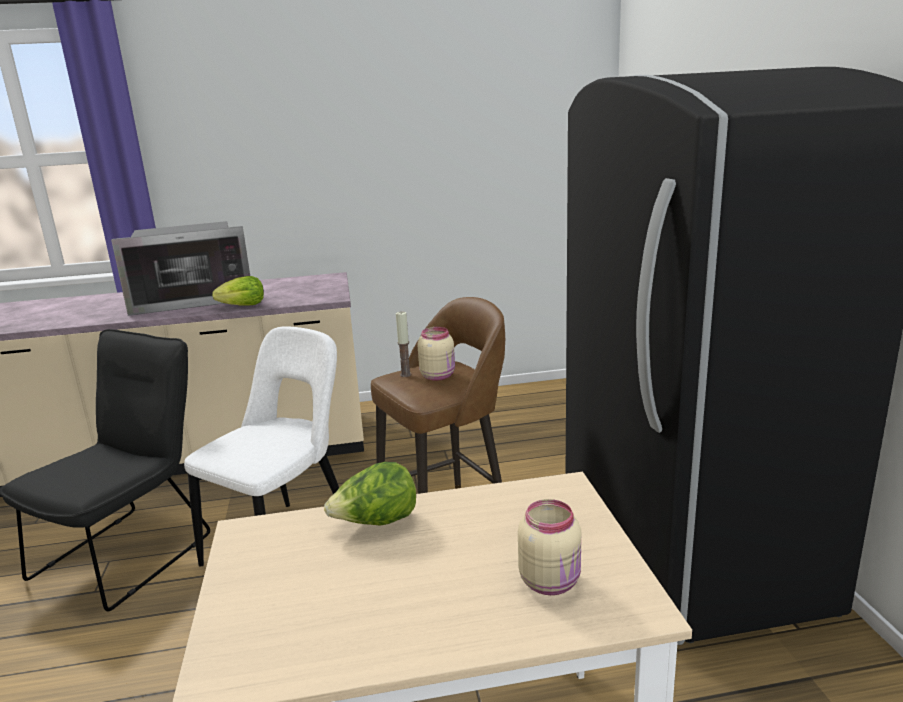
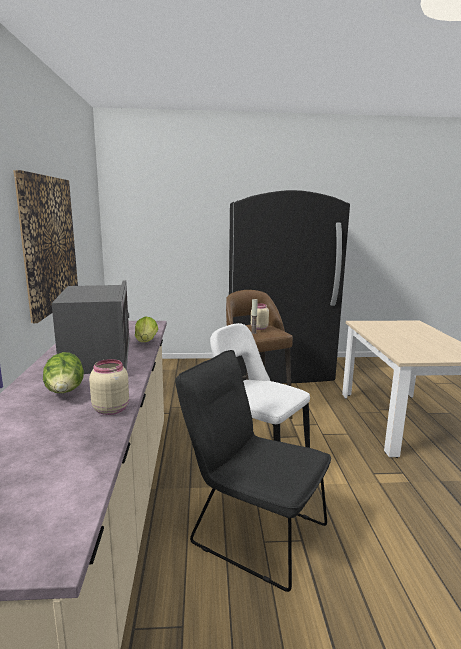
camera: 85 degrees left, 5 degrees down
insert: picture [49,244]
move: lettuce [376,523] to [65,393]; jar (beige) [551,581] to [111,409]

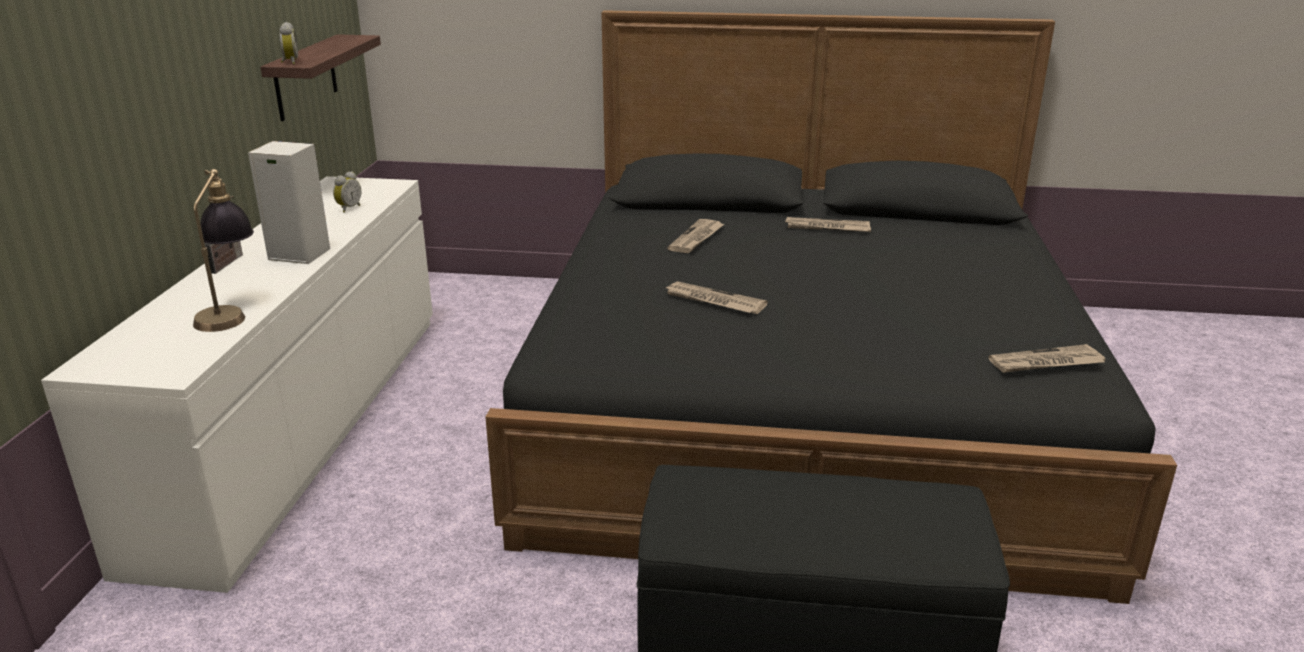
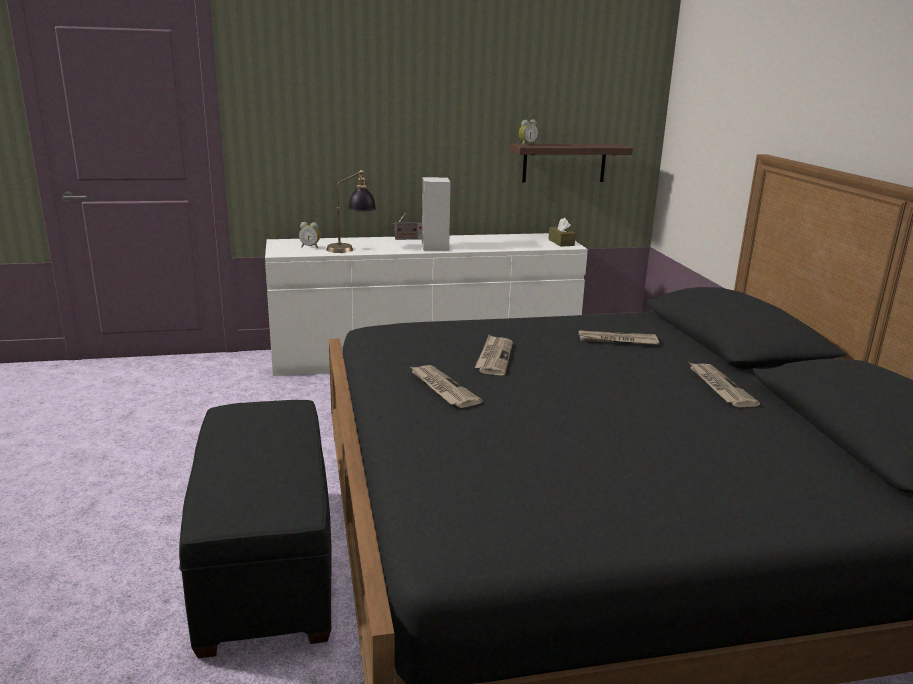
camera: 70 degrees right, 5 degrees down
insert: tissue box (brown) [561,242]
move: alarm clock [348,208] to [310,247]; newspaper [1046,363] to [442,388]

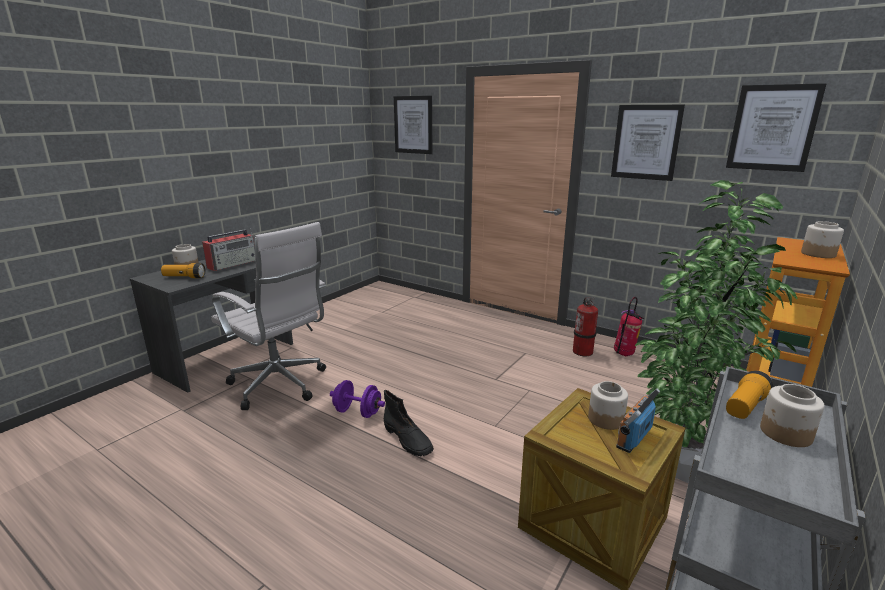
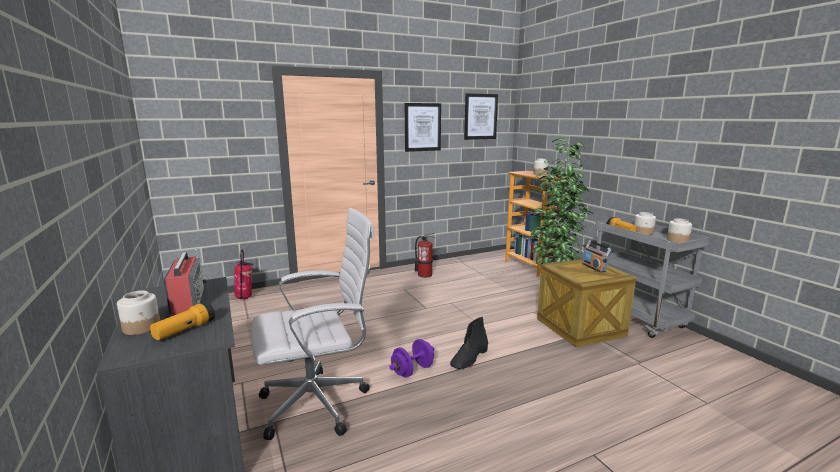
camera: 60 degrees left, 5 degrees down
delete: picture [413,125]
move: jar [605,419] to [677,240]; fire extinguisher [624,354] to [245,298]
rotate: boot (black) [408,439] = [469,358] 135 degrees clockwise

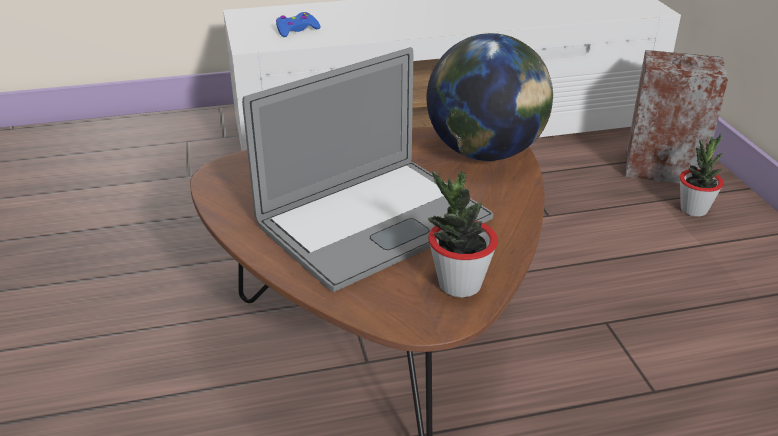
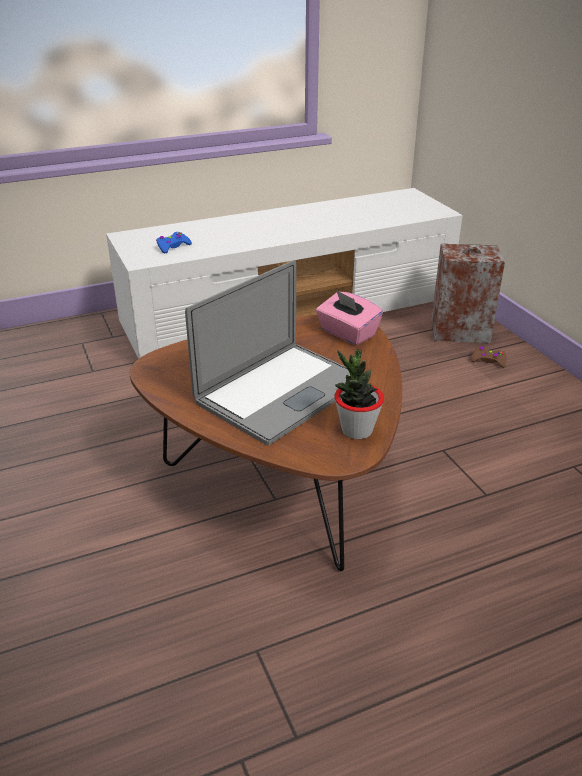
camera: 10 degrees left, 0 degrees up
replace: globe [485,154] to tissue box (pink) [347,333]; potted plant [694,209] to game controller (brown) [488,361]

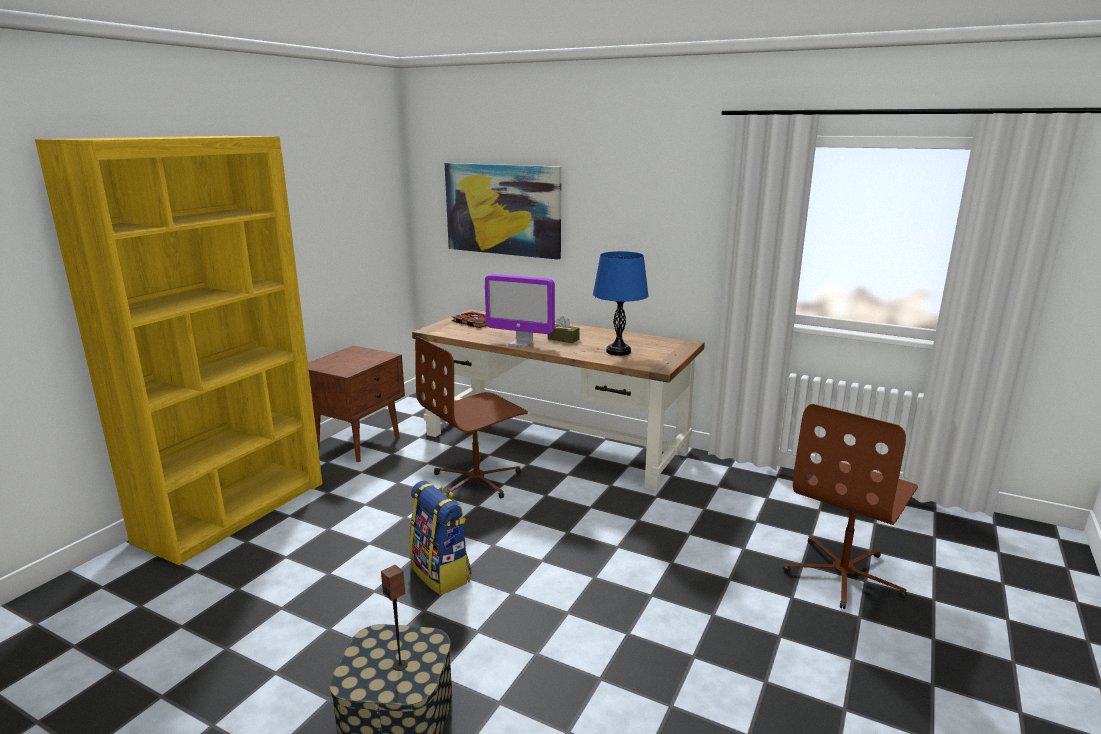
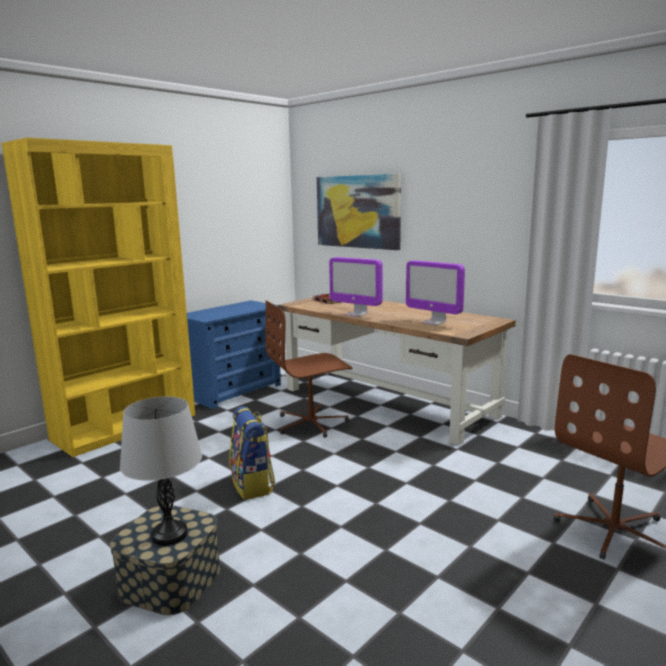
camera: 15 degrees right, 5 degrees down
delete: tissue box (brown) [563,339]
replace: nightstand (brown) [359,443] to dresser (blue) [235,391]; speaker [400,665] to table lamp (grey) [169,535]; table lamp (blue) [618,351] to monitor [434,322]

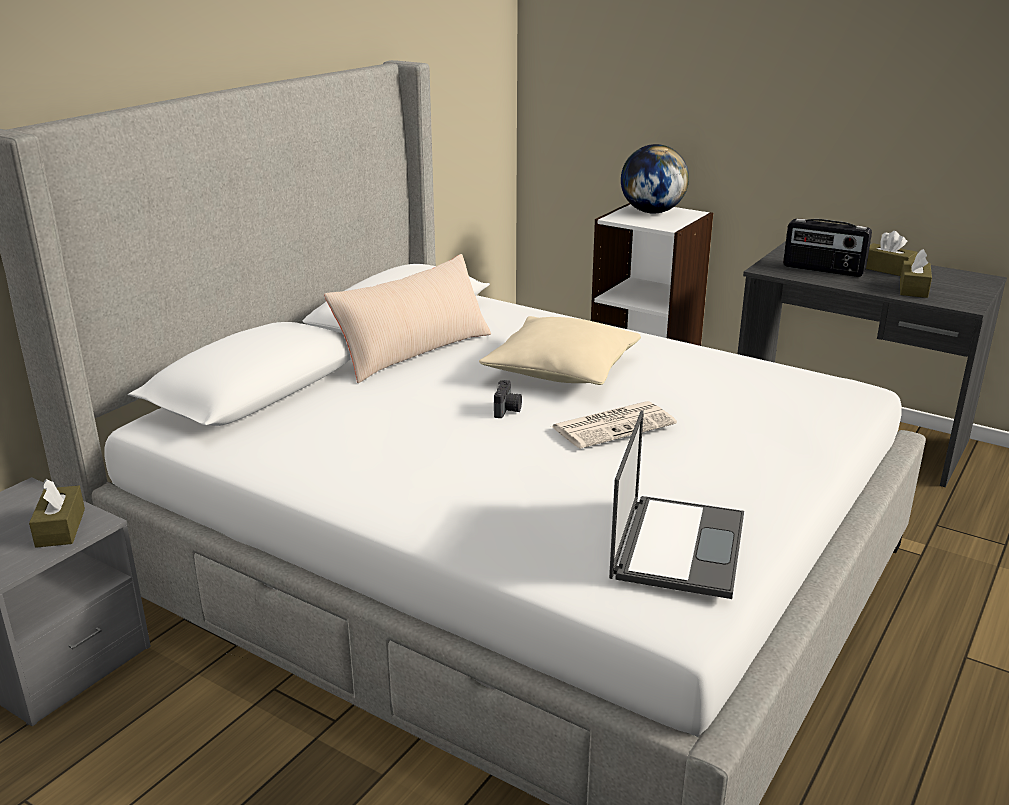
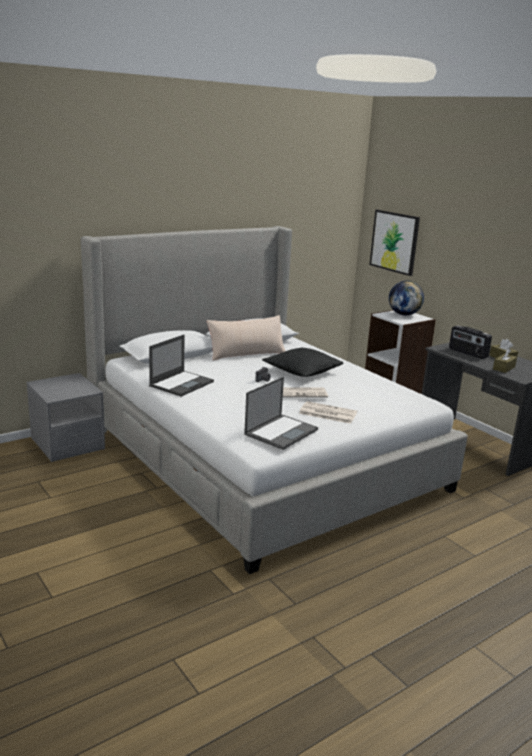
camera: 20 degrees right, 5 degrees down
delete: tissue box (brown) [60,528]
insert: laptop [182,383]; newspaper [327,413]; picture [394,242]
recolor: pillow (beige) [562,370] to pillow (black) [302,371]

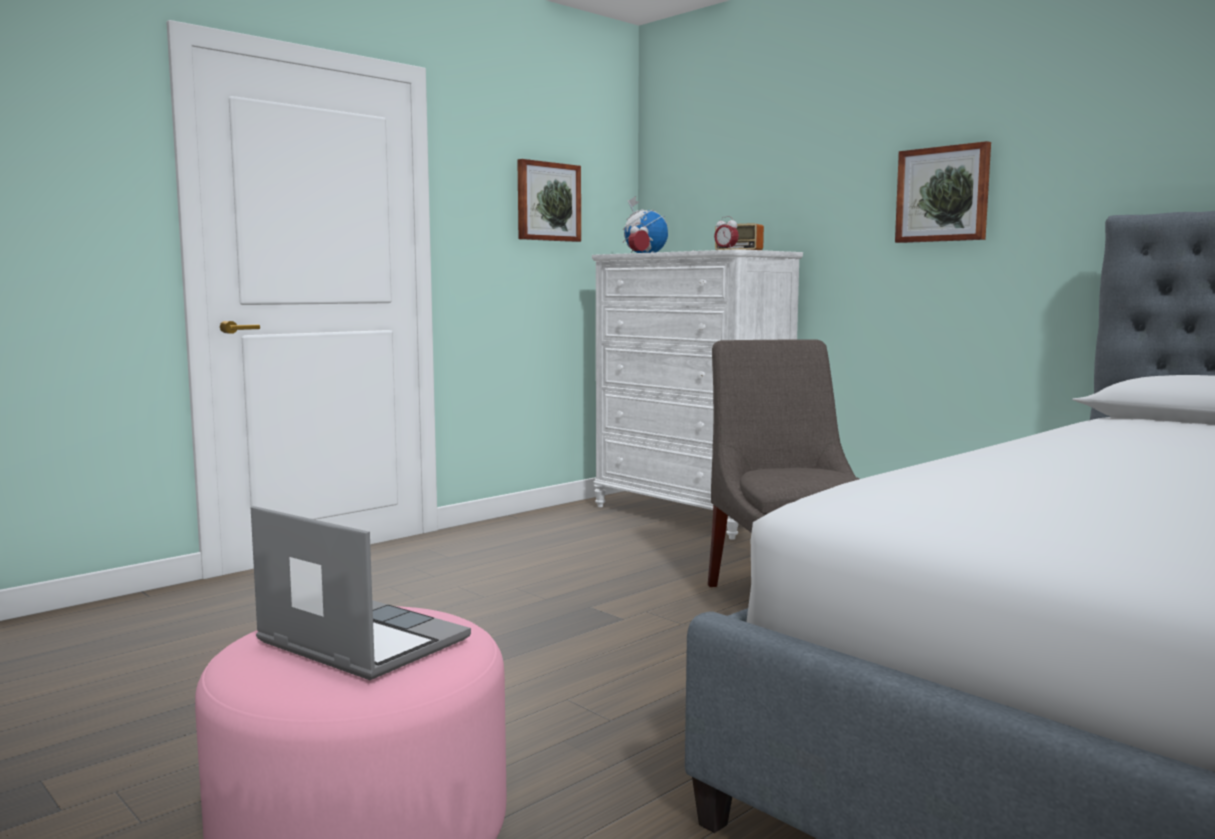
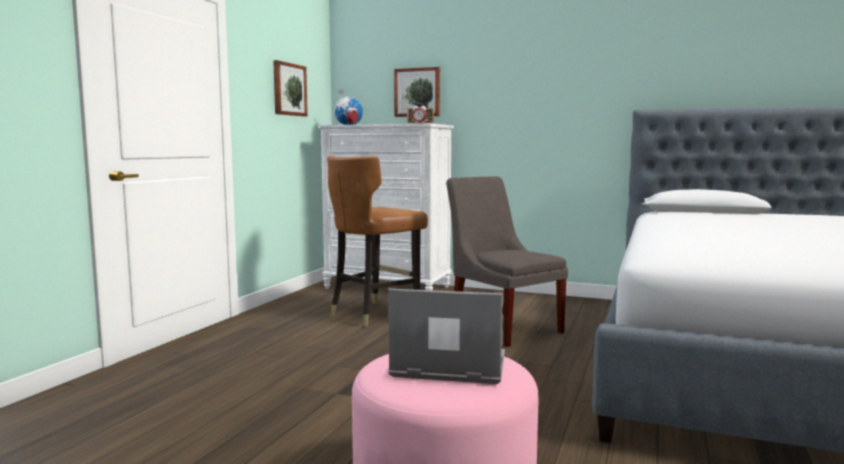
camera: 25 degrees left, 0 degrees up
insert: chair (brown) [374,314]
move: picture [943,194] to [417,92]

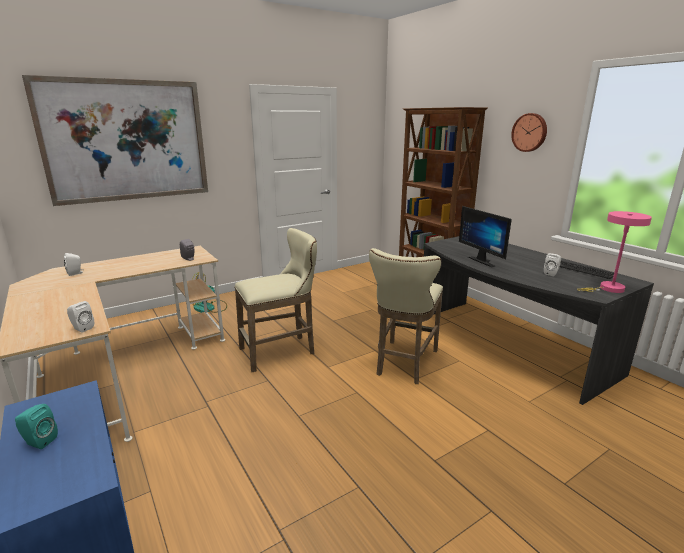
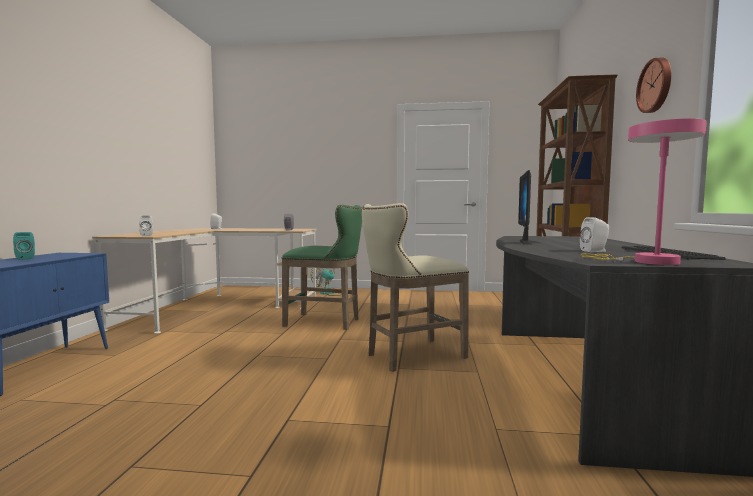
camera: 40 degrees right, 15 degrees down
delete: picture [126,141]
recolor: stool (beige) [281,351] to stool (green) [326,322]

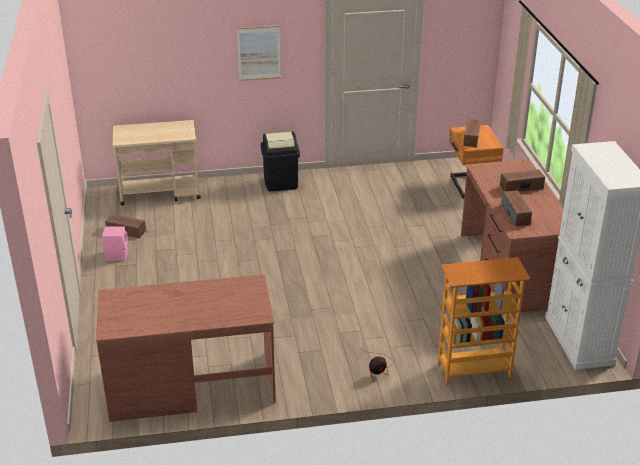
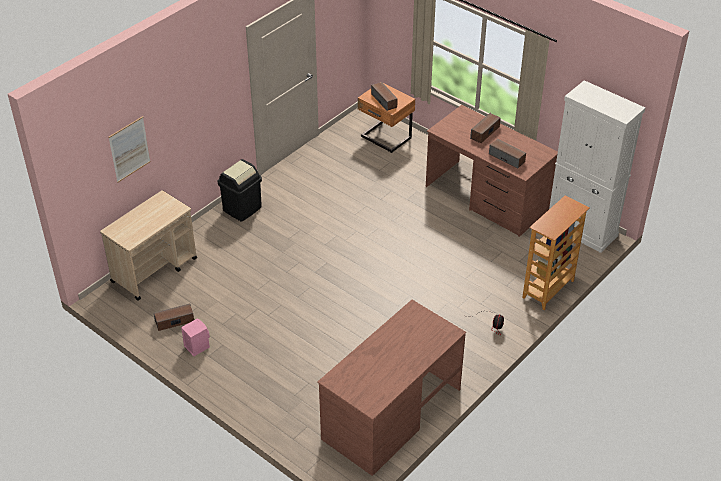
camera: 40 degrees left, 10 degrees up
move: picture [259,53] to [129,149]

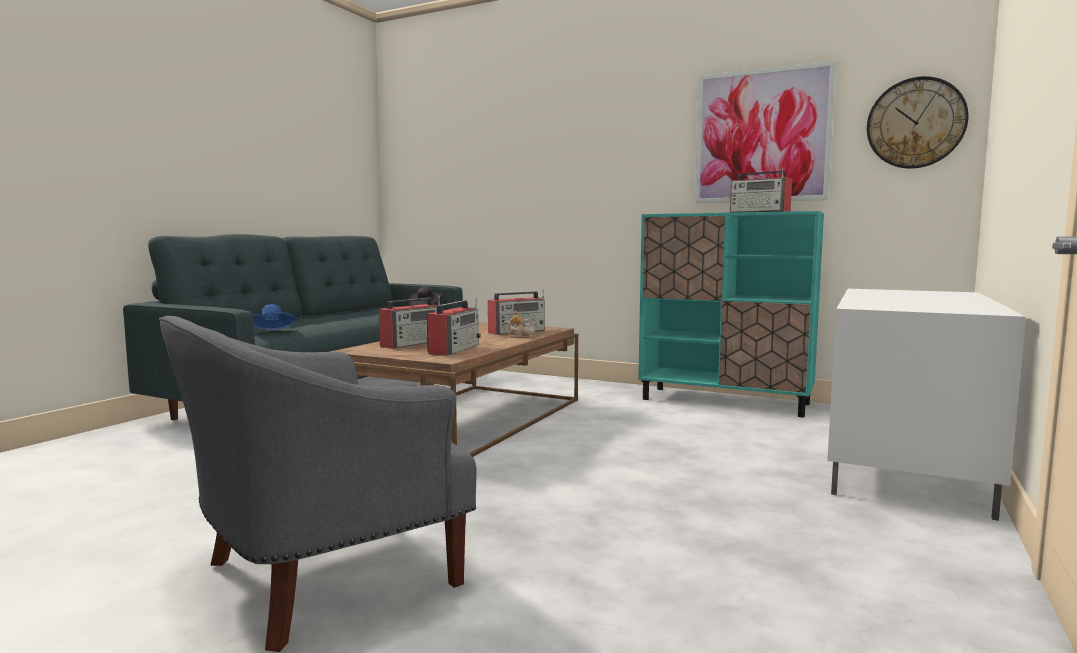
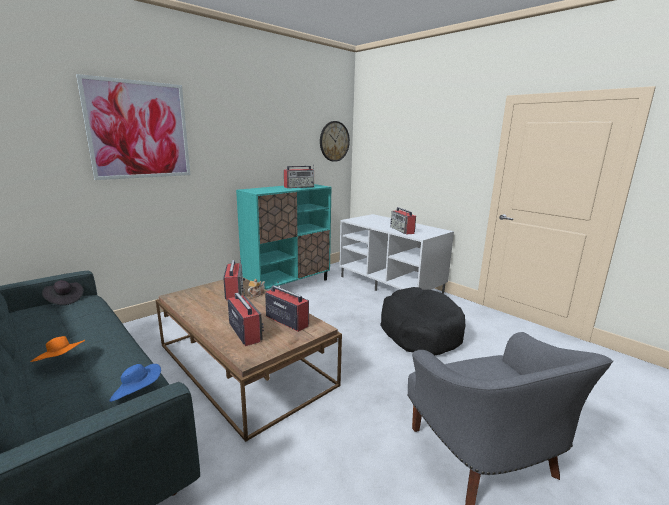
camera: 70 degrees left, 10 degrees up
insert: hat (orange) [62,361]; dog bed (black) [420,331]; radio [402,230]
move: picture [761,136] to [139,130]

